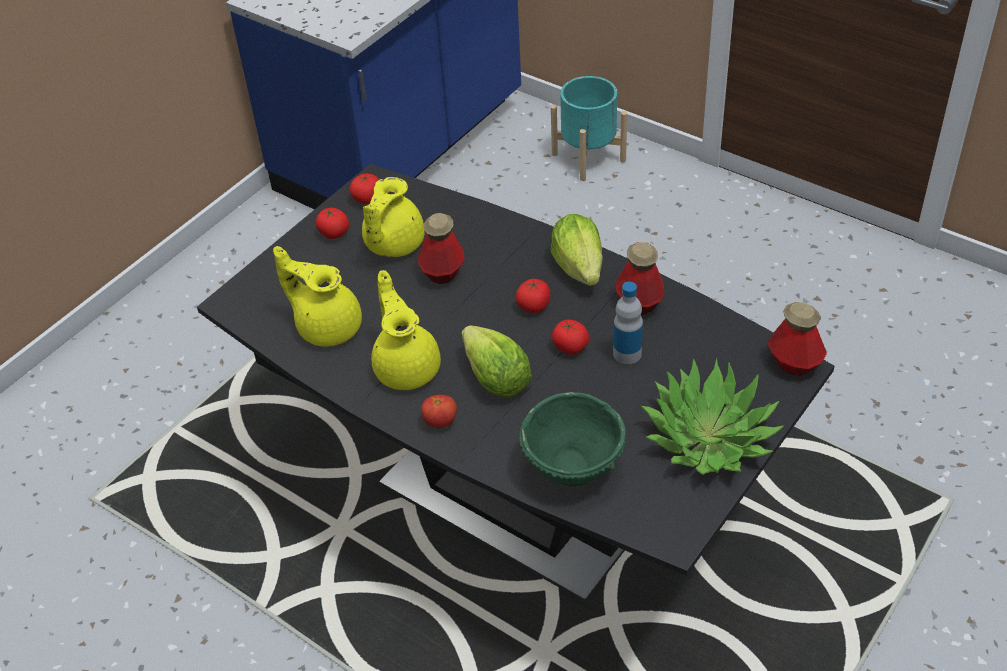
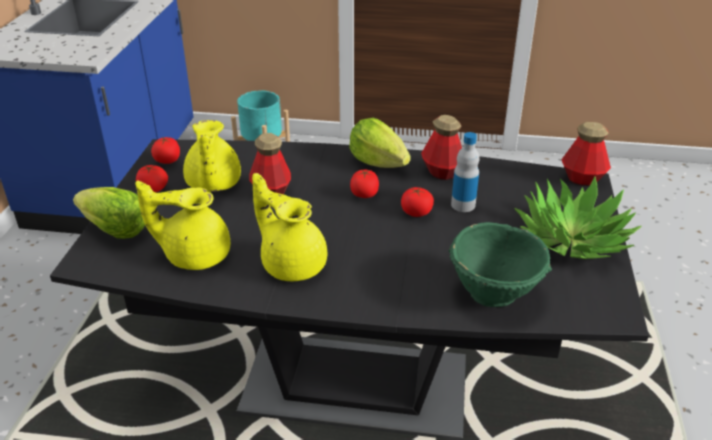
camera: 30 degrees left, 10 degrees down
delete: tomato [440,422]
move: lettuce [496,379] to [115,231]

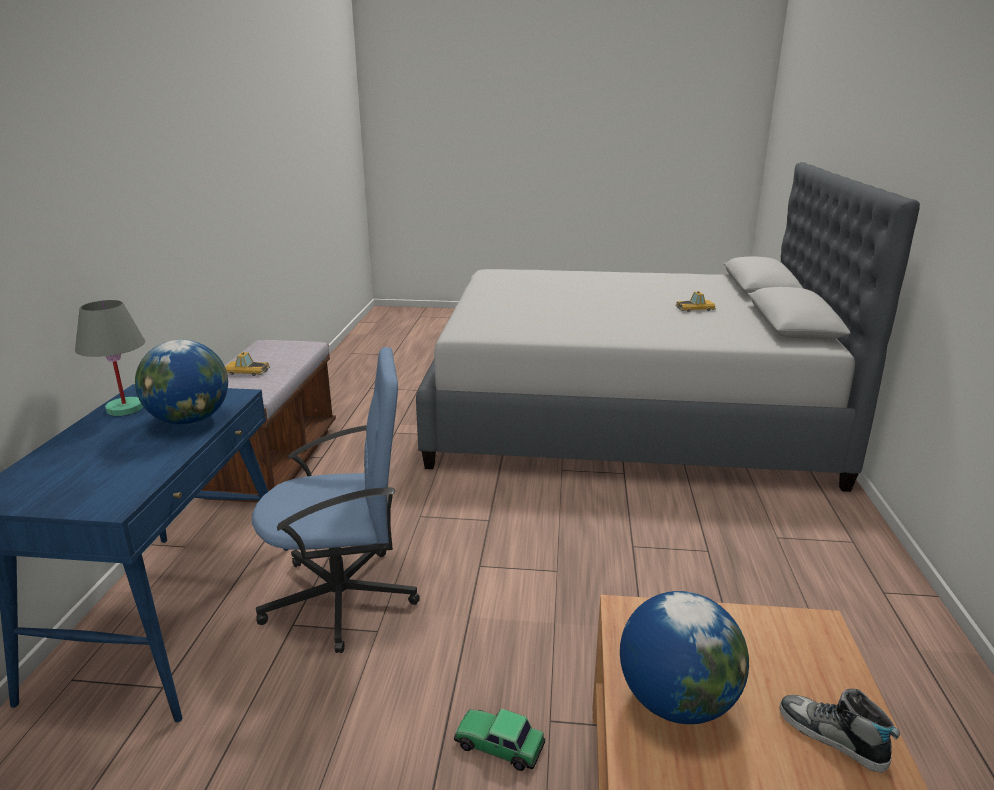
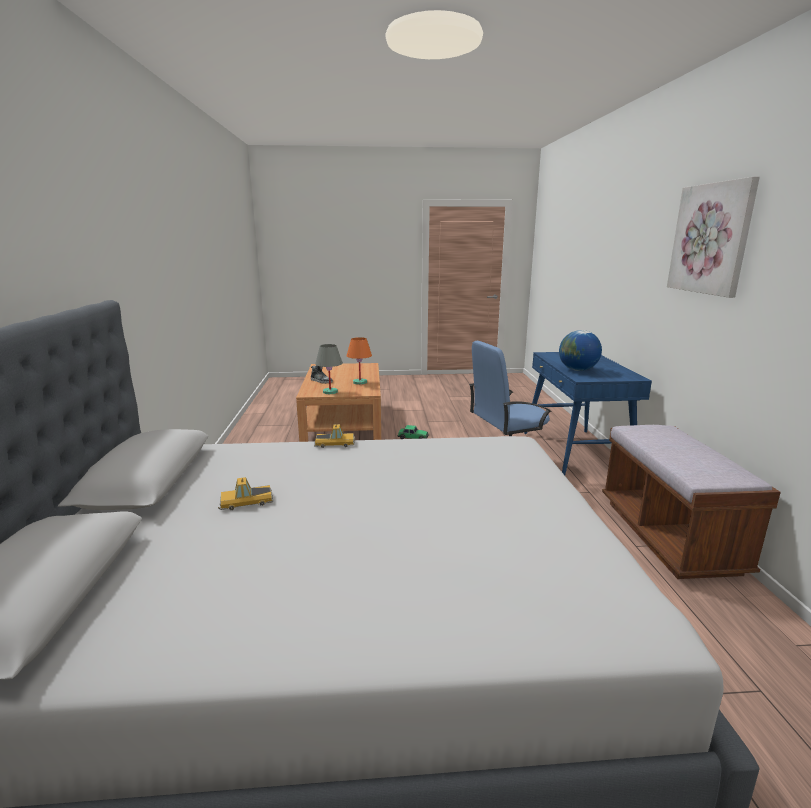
camera: 170 degrees right, 5 degrees down
insert: picture [711,239]
move: table lamp (grey) [124,408] to [330,392]; toy car [246,371] to [335,443]
replace: globe [676,701] to table lamp (orange) [359,382]

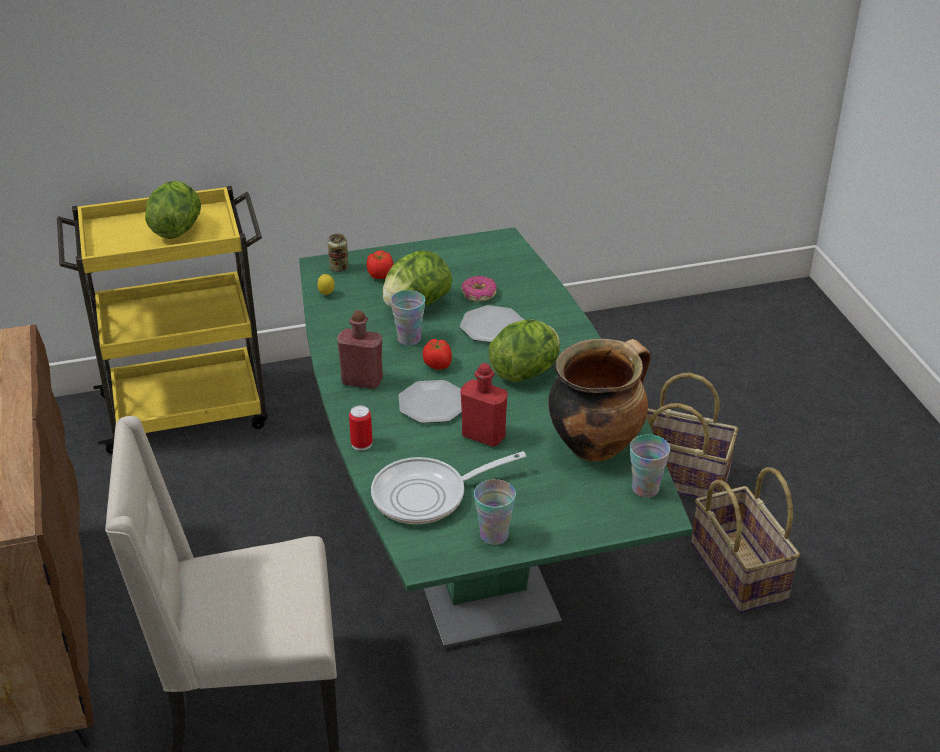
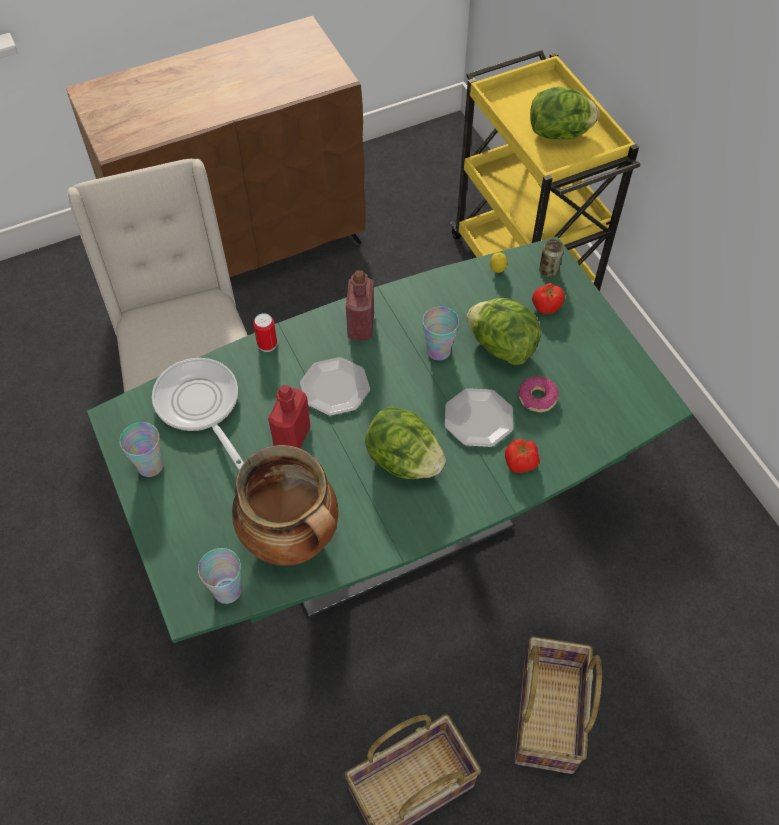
camera: 80 degrees right, 20 degrees up
move: tomato [437,364] to [521,463]

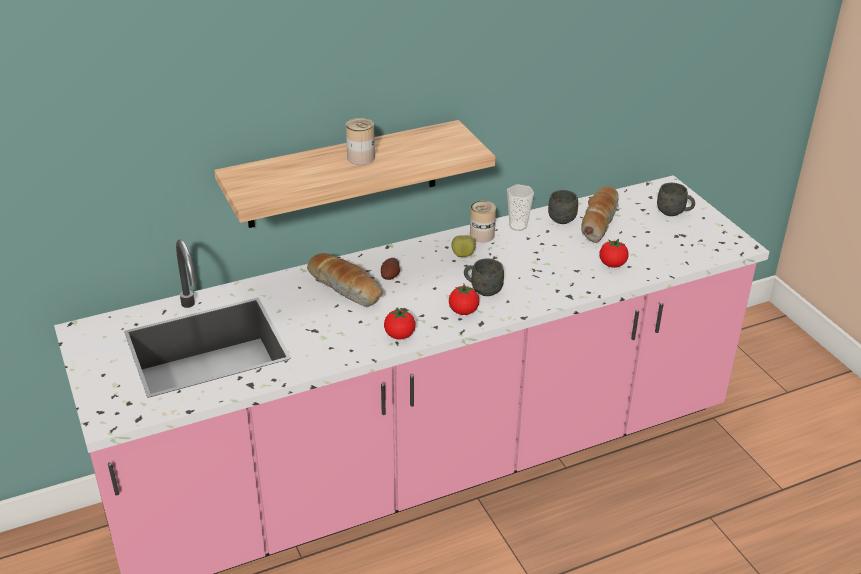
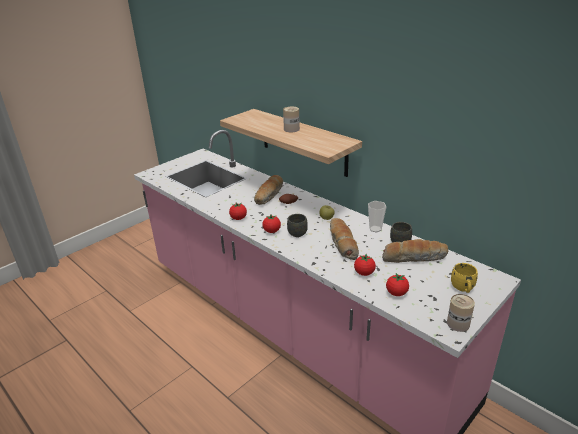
camera: 70 degrees right, 5 degrees down
insert: bread [342,243]; tomato [396,293]
move: can [482,235] to [458,323]
recolor: mug (grey) [674,212] to mug (yellow) [463,289]

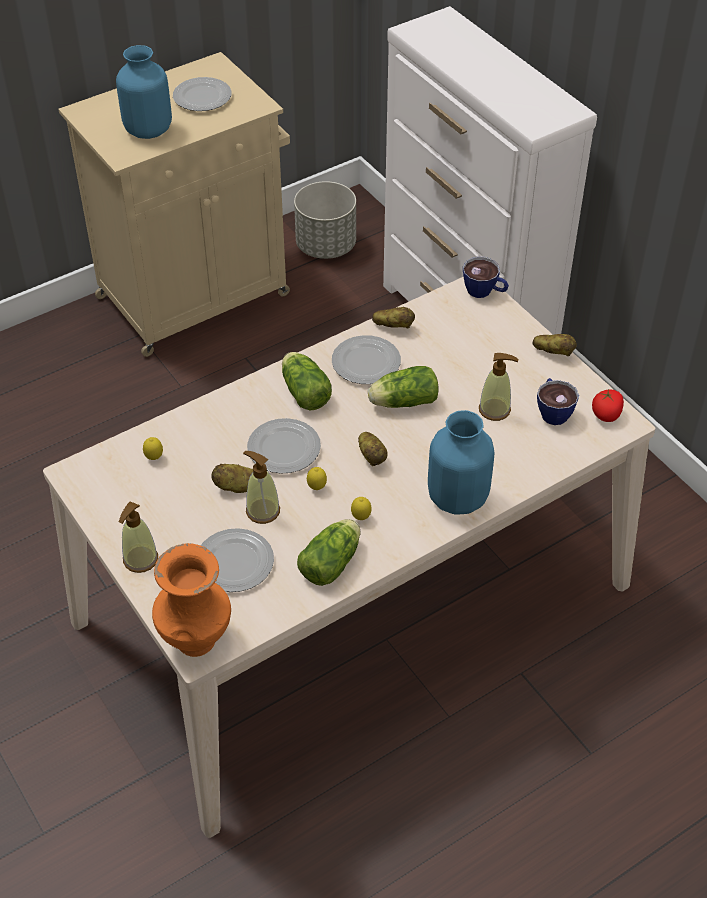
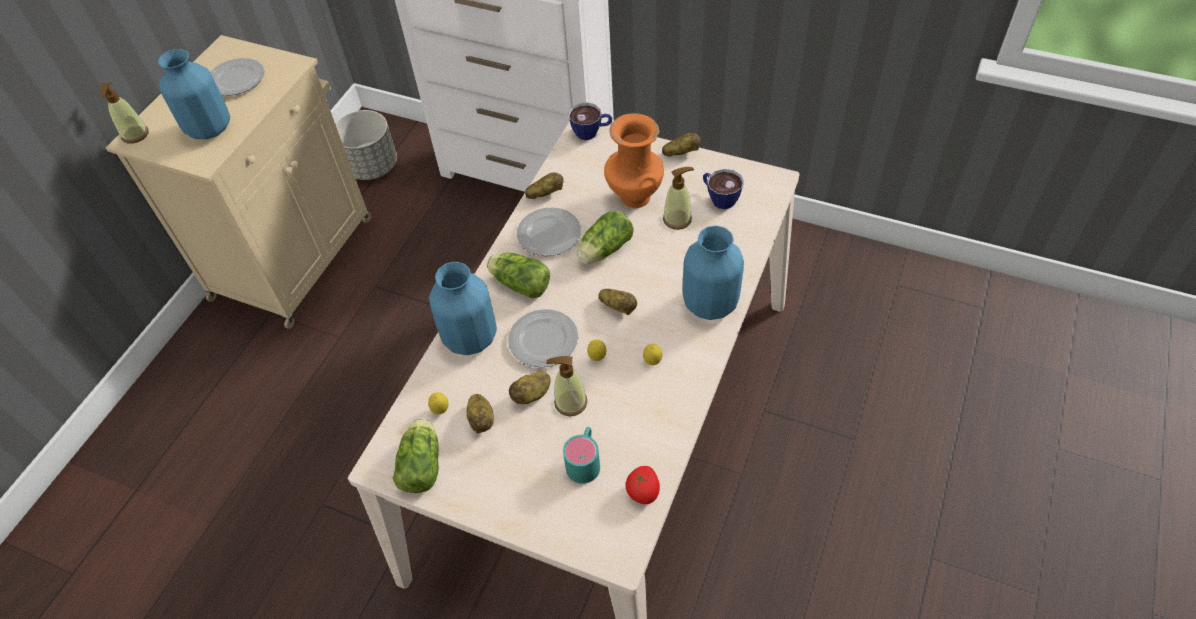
camera: 30 degrees left, 5 degrees up
insert: vase (blue) [470,338]; potato [482,419]
move: soap dispenser [140,559] to [135,135]; vase (orange) [195,638] to [634,196]; lettuce [332,561] to [422,463]; tomato [606,415] to [643,491]
replace: plate [234,562] to mug (turquoise) [585,460]

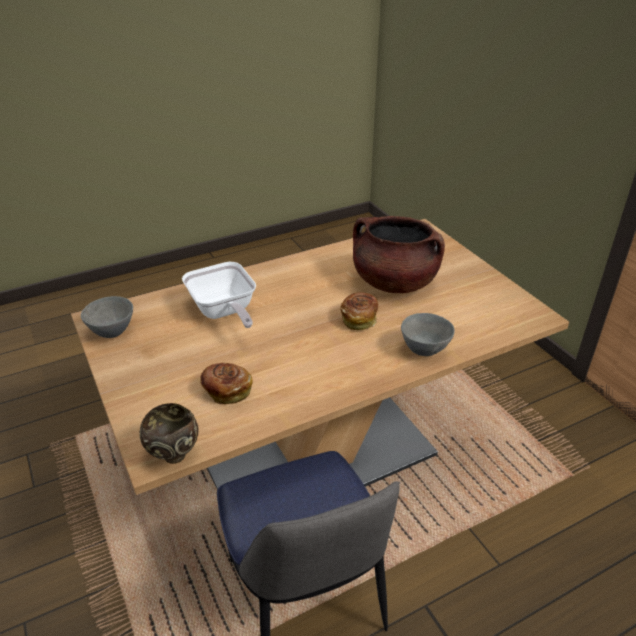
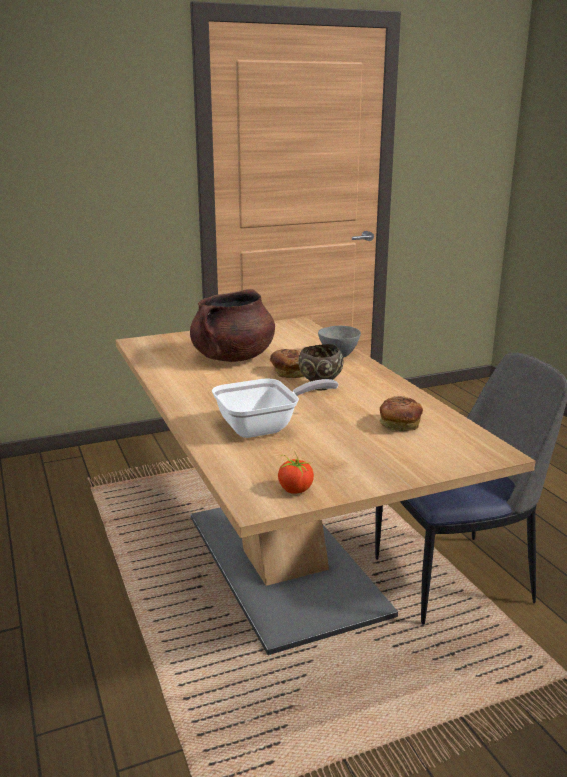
camera: 85 degrees left, 15 degrees down
move: bowl (brown) [173,454] to [319,388]
replace: bowl (grey) [112,333] to tomato [295,490]

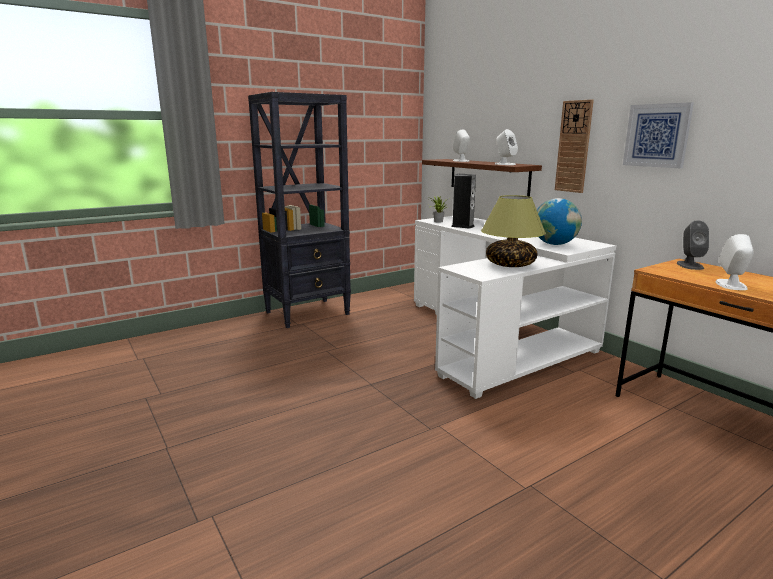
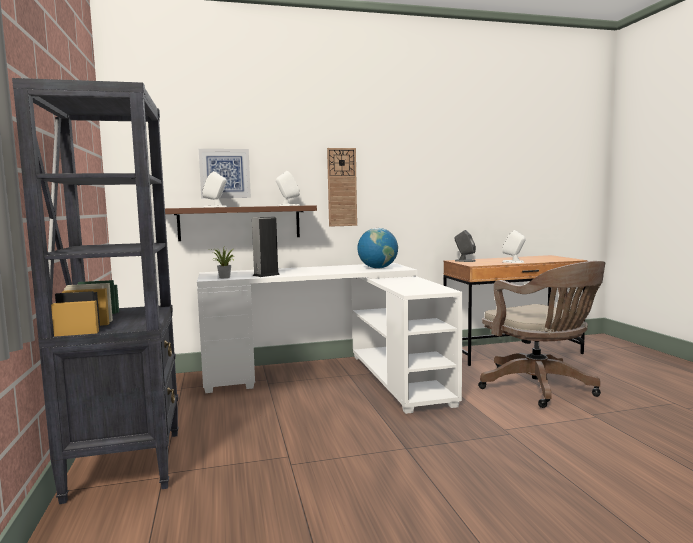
camera: 70 degrees left, 10 degrees down
delete: table lamp [510,265]
insert: office chair (brown) [540,388]
move: picture [657,135] to [225,173]

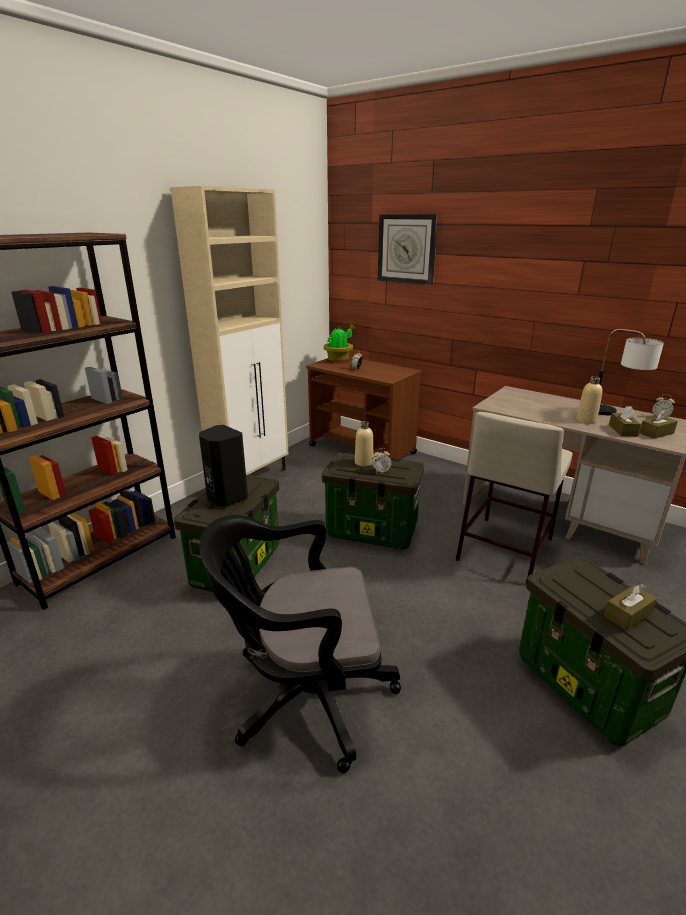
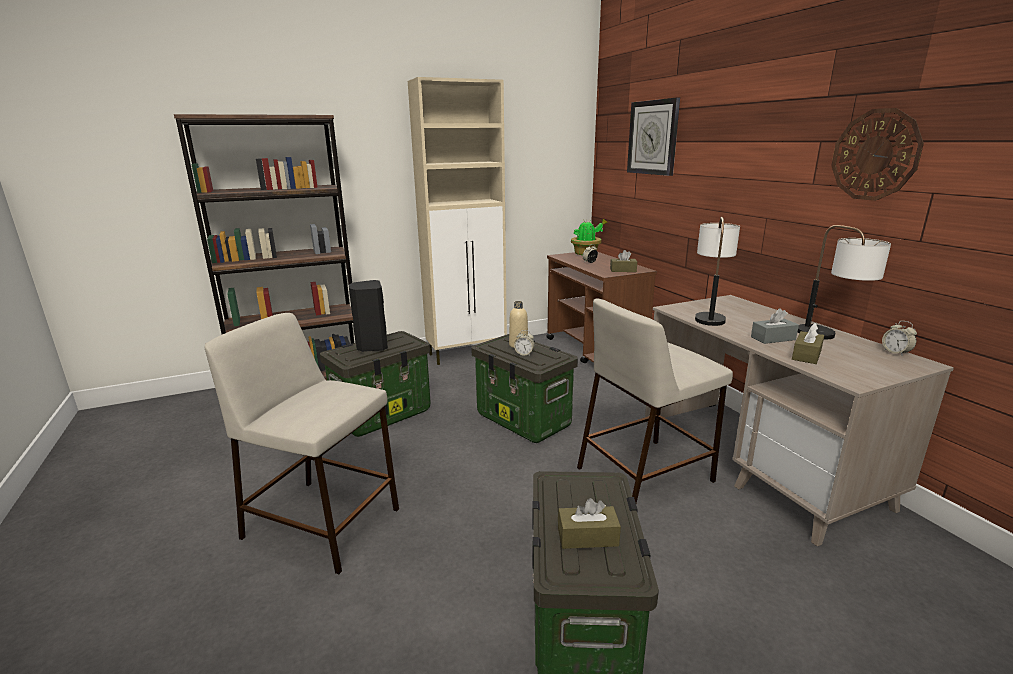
camera: 30 degrees right, 5 degrees down
insert: table lamp [709,315]; wall clock [875,155]
move: tissue box (brown) [656,433] to [623,270]
replace: office chair (black) [304,696] to stool (beige) [324,523]; bottle (beige) [586,420] to tissue box (grey) [773,338]

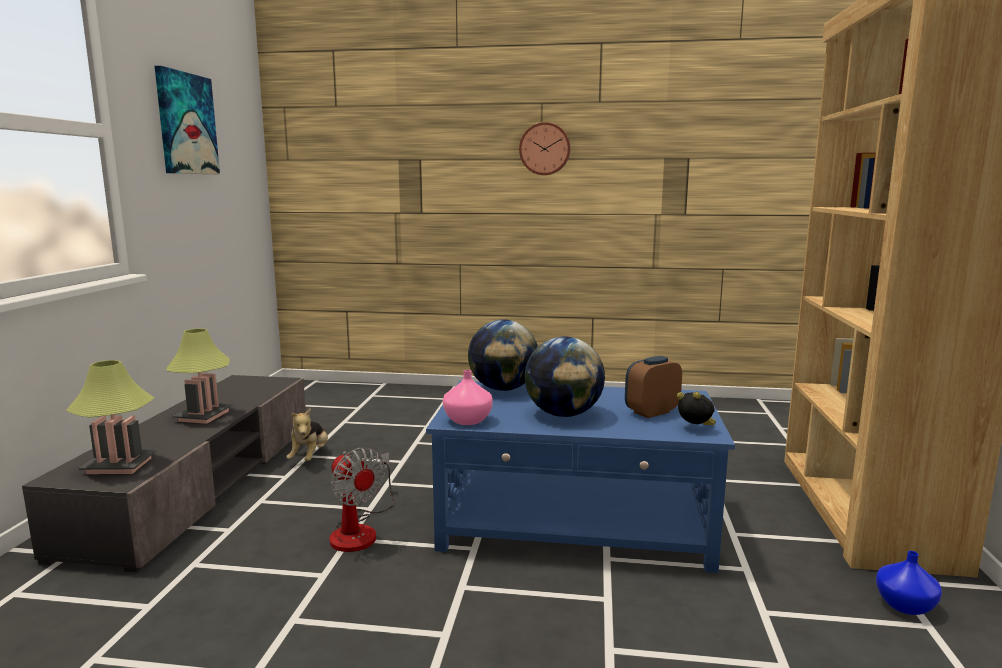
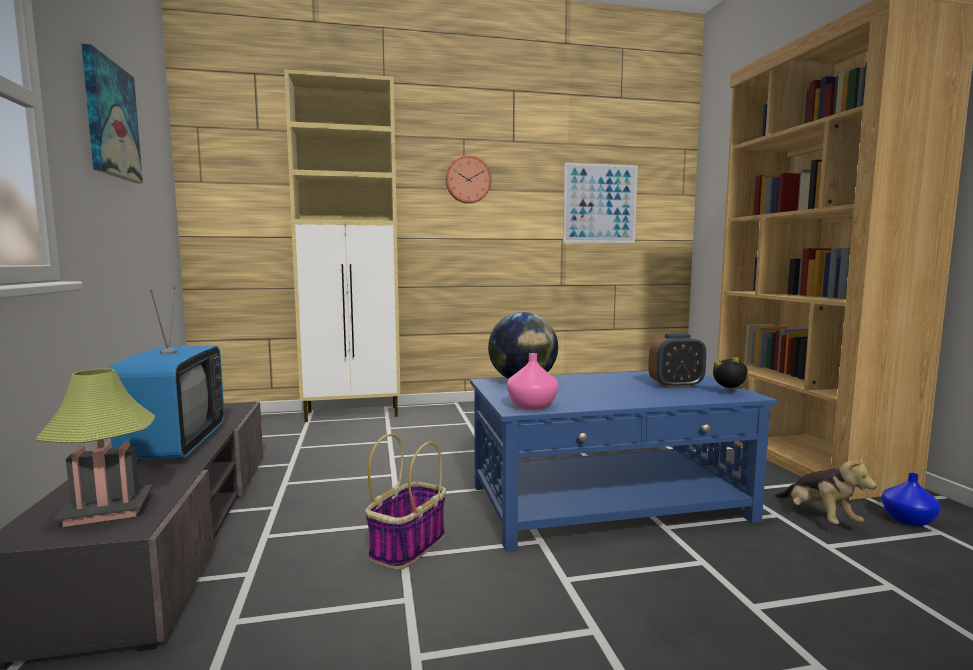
camera: 20 degrees left, 5 degrees down
delete: globe [563,414]
insert: cabinet (beige) [353,414]; picture [600,203]
move: plush toy [310,457] to [819,518]
replace: table lamp [204,416] to television [175,446]; fan [360,530] to basket [408,545]
rotate: alarm clock [651,412] = [676,385] 135 degrees counterclockwise

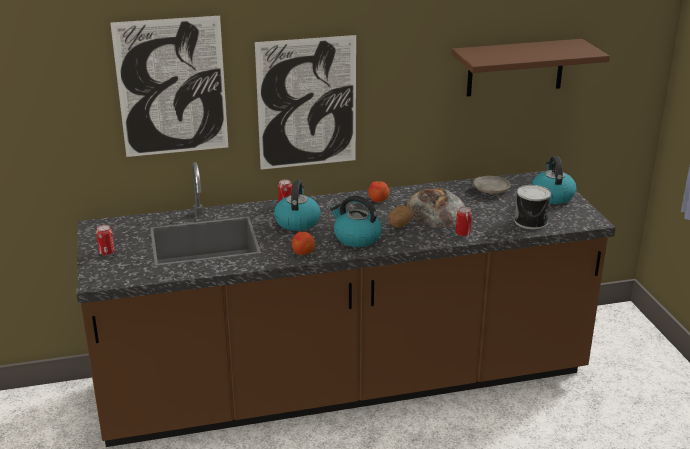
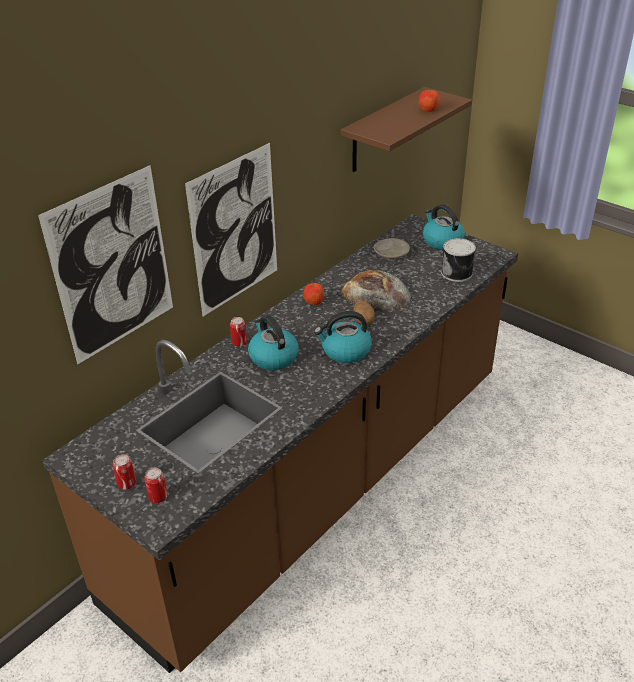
camera: 35 degrees left, 10 degrees up
move: apple [303,252] to [428,109]; can [463,233] to [158,497]

